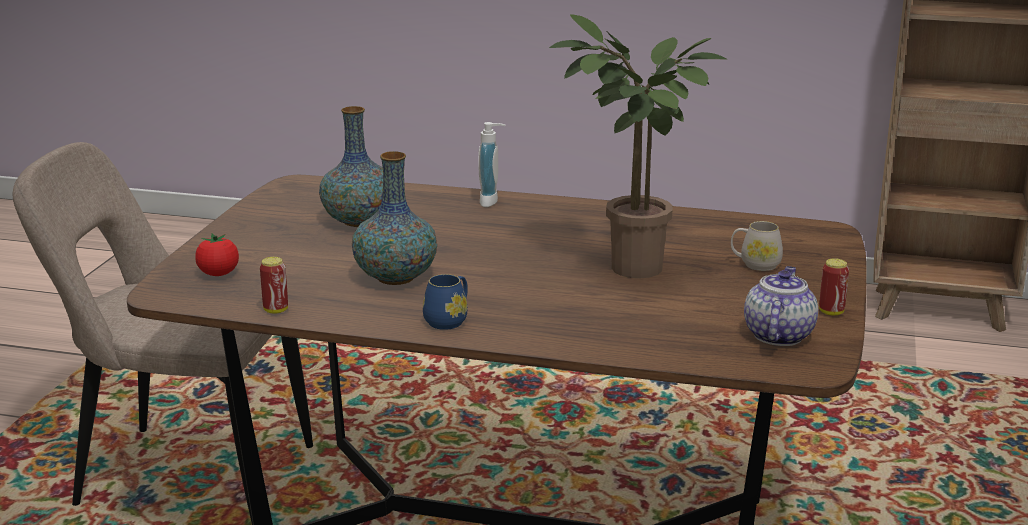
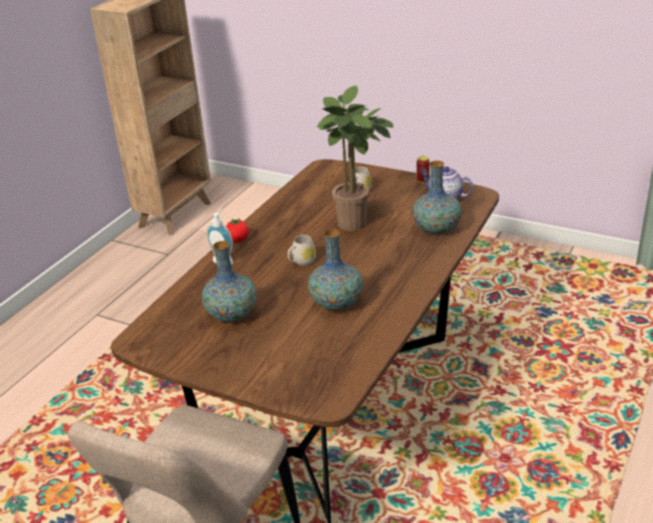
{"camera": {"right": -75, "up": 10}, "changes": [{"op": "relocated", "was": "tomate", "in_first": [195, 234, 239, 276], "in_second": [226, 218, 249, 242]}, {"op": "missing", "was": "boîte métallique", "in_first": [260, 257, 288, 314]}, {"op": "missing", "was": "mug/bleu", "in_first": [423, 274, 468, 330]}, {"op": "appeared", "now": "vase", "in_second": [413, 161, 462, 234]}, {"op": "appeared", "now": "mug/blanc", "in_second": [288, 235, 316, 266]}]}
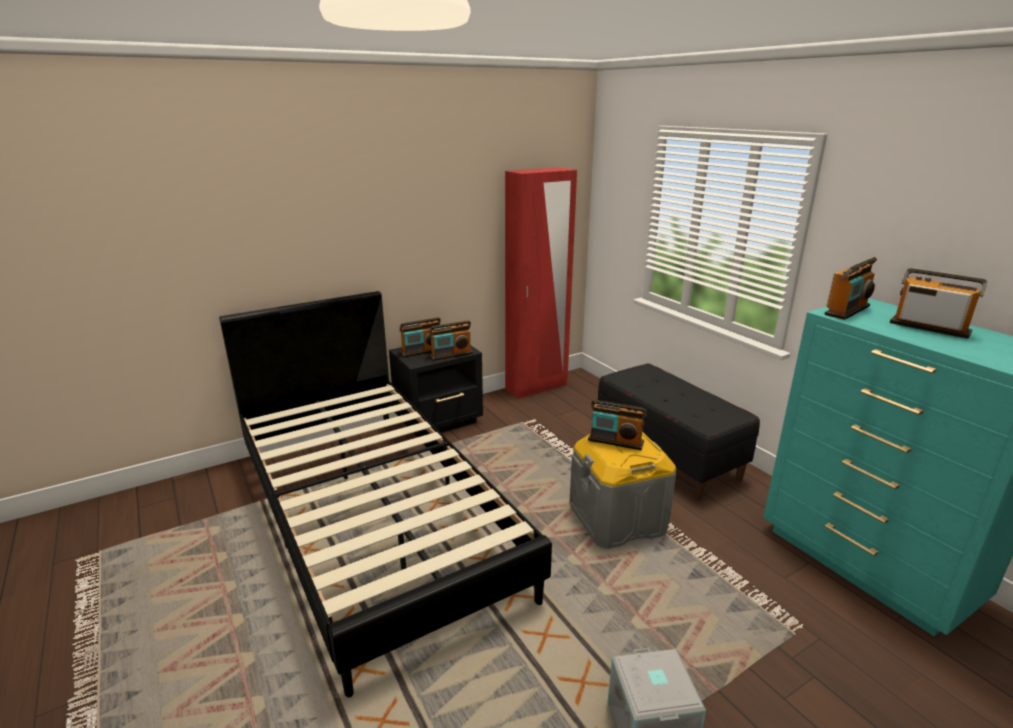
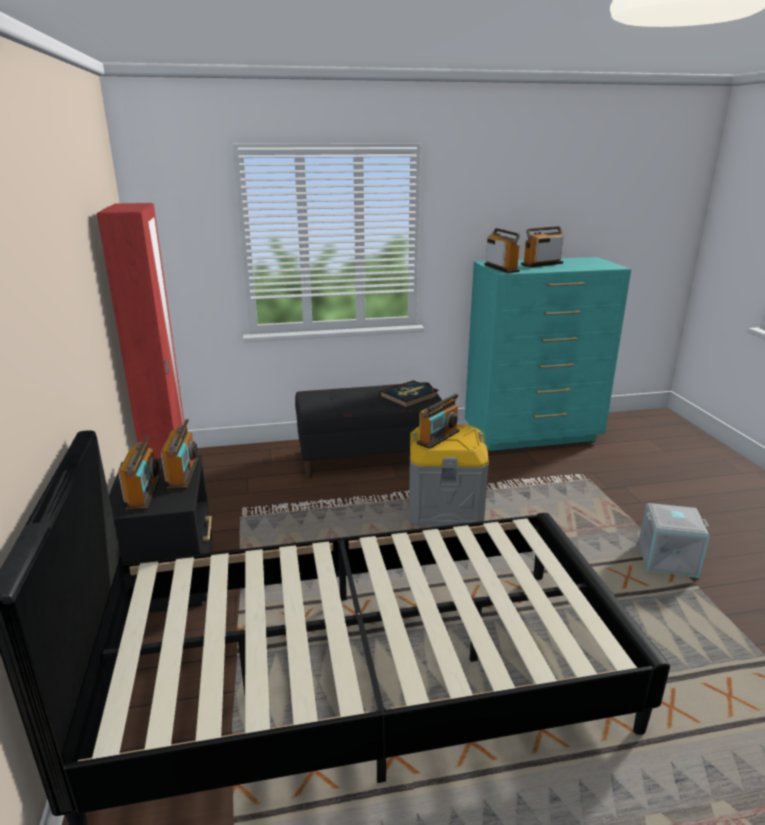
{"camera": {"right": -70, "up": 0}, "changes": [{"op": "appeared", "now": "livre", "in_second": [379, 380, 439, 408]}]}
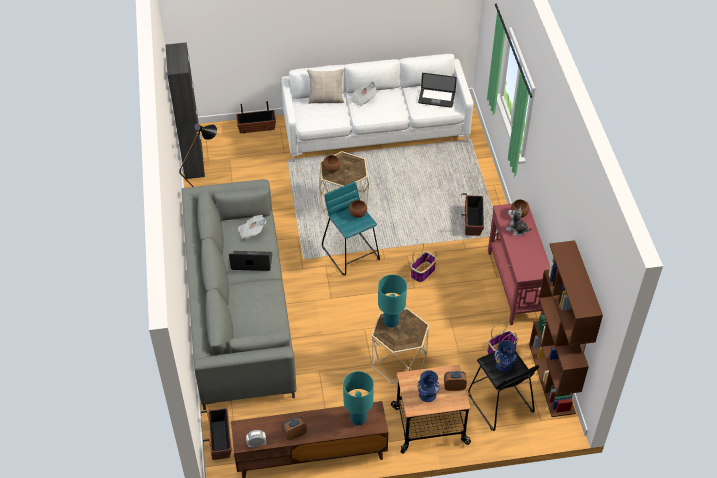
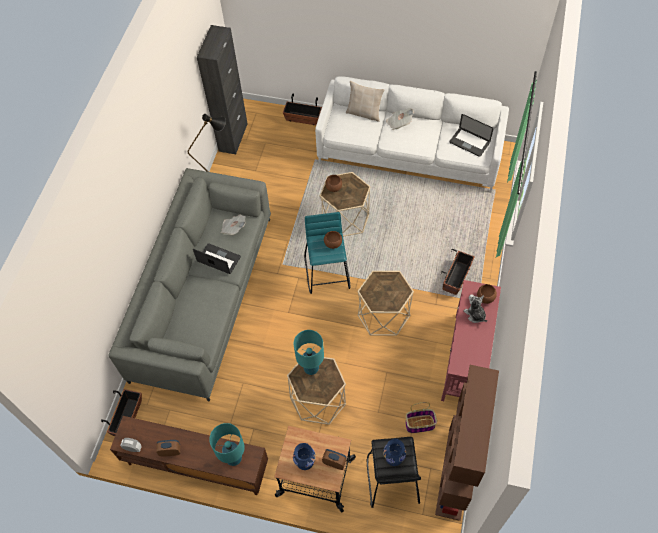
{"camera": {"right": 25, "up": 10}, "changes": [{"op": "exchanged", "was": "panier", "now": "table d'appoint/beige", "in_first": [410, 243, 437, 282], "in_second": [357, 271, 414, 336]}]}
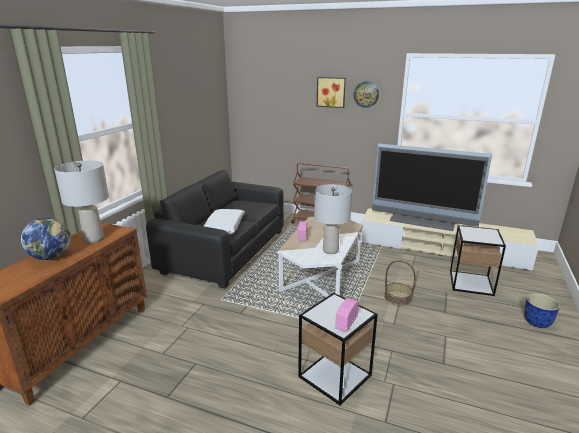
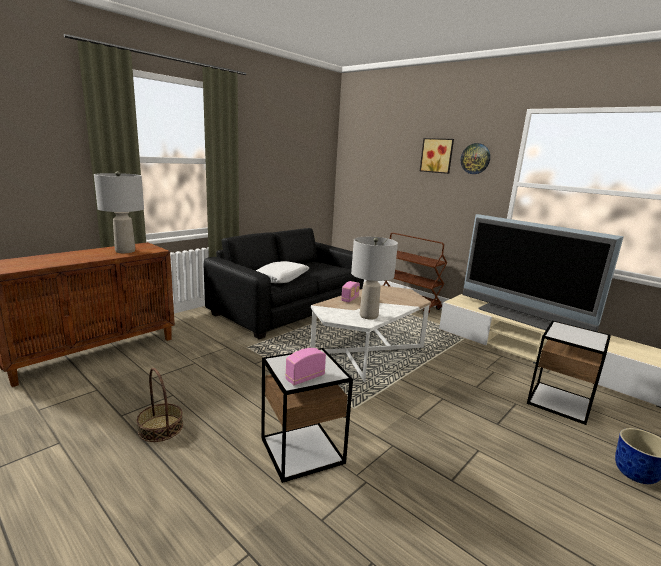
{"camera": {"right": 20, "up": -5}, "changes": [{"op": "missing", "was": "globe", "in_first": [21, 218, 71, 260]}, {"op": "relocated", "was": "panier", "in_first": [384, 260, 416, 306], "in_second": [137, 368, 183, 442]}]}
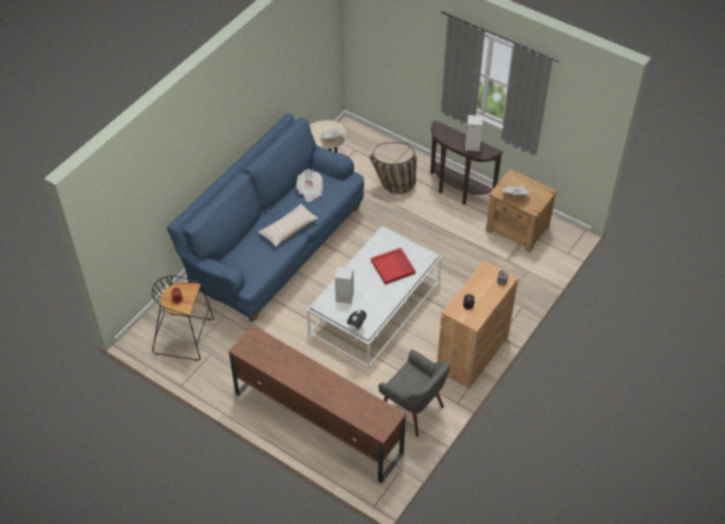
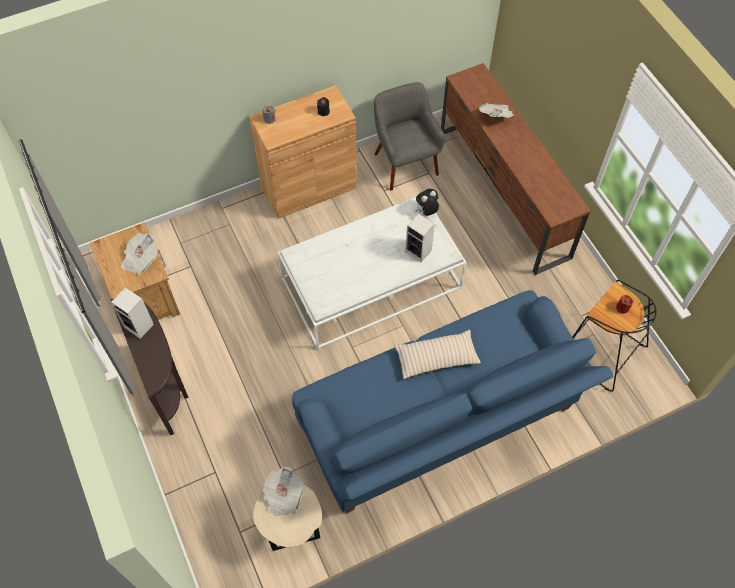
{"camera": {"right": -150, "up": 10}, "changes": [{"op": "missing", "was": "panier", "in_first": [369, 142, 417, 195]}, {"op": "relocated", "was": "journal", "in_first": [296, 169, 323, 202], "in_second": [479, 103, 514, 118]}, {"op": "missing", "was": "plateau/rouge", "in_first": [371, 248, 416, 285]}]}
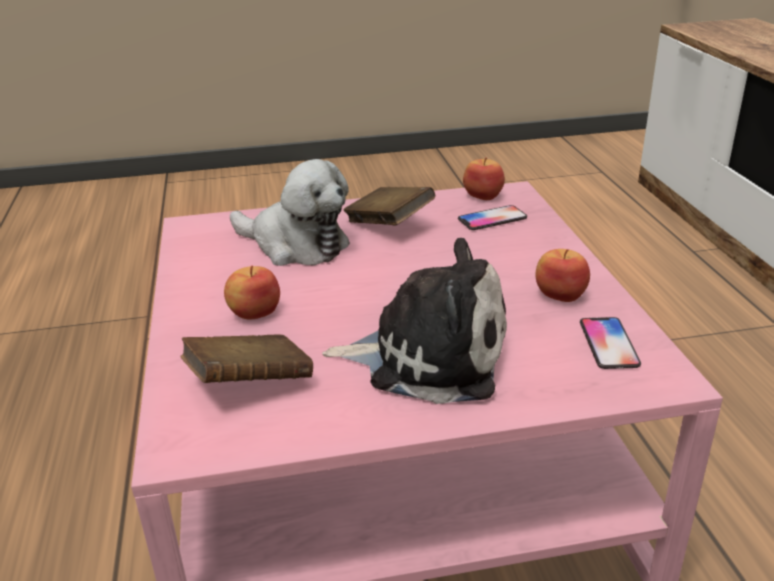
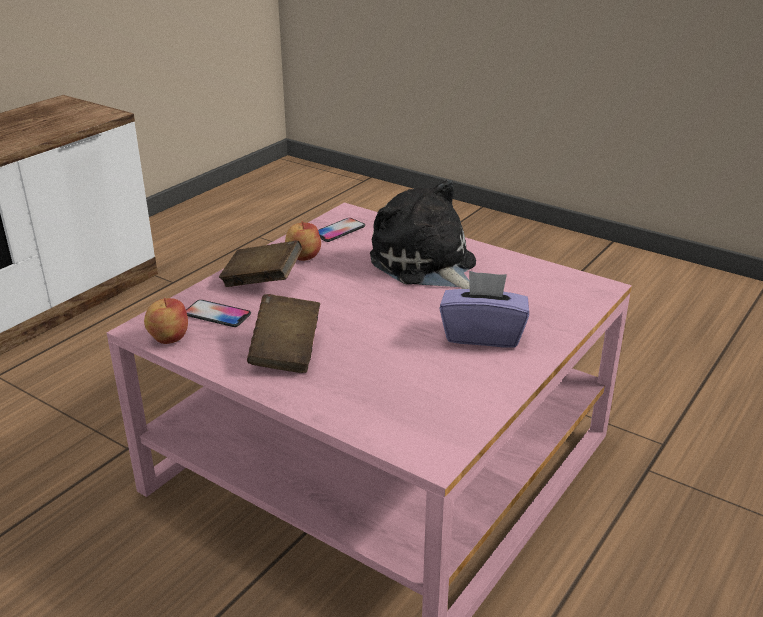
{"camera": {"right": -135, "up": 0}, "changes": [{"op": "missing", "was": "peluche", "in_first": [230, 159, 350, 266]}, {"op": "exchanged", "was": "pomme", "now": "boîte à mouchoirs/violet", "in_first": [224, 265, 280, 320], "in_second": [440, 271, 529, 348]}, {"op": "relocated", "was": "livre/marron", "in_first": [180, 334, 313, 383], "in_second": [219, 240, 302, 287]}]}
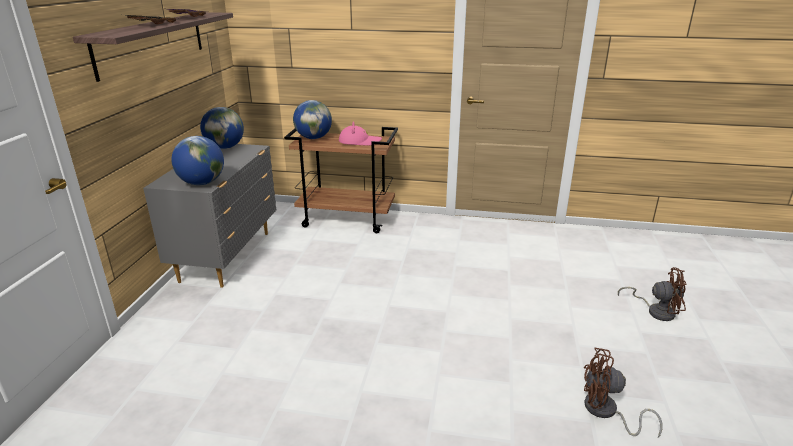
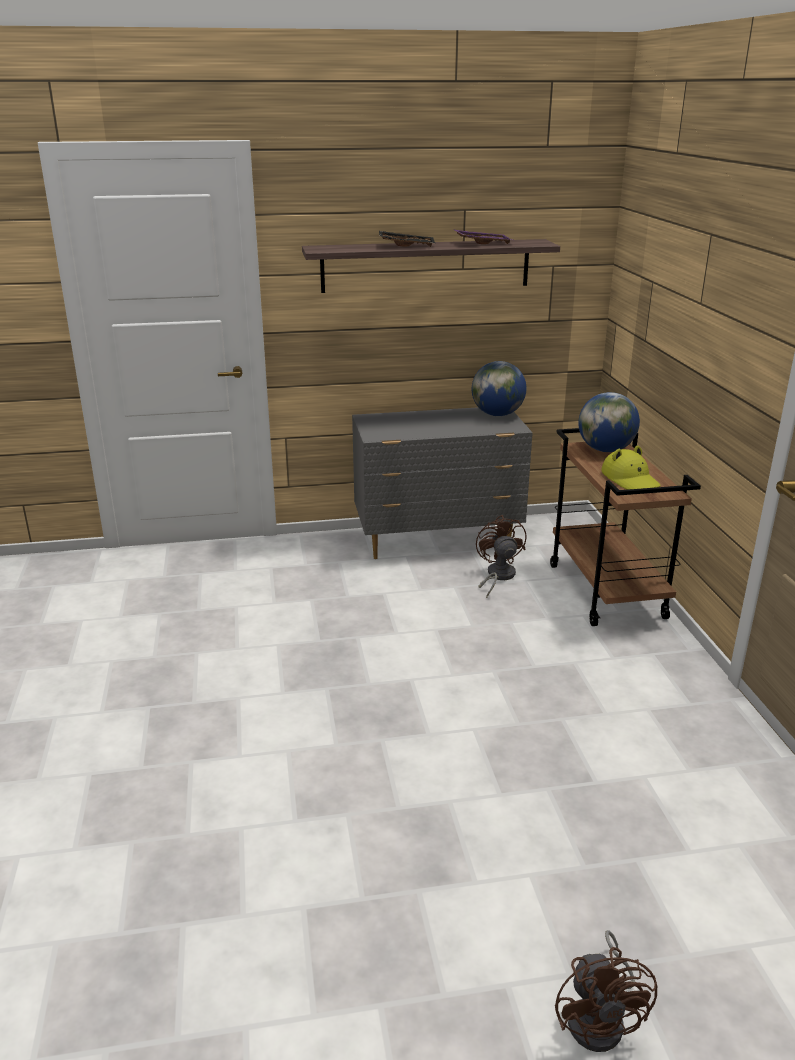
{"camera": {"right": 70, "up": 0}, "changes": [{"op": "colour", "was": "chapeau/rose", "now": "chapeau/jaune", "in_first": [339, 121, 382, 146], "in_second": [601, 445, 661, 490]}, {"op": "missing", "was": "globe", "in_first": [172, 136, 224, 185]}, {"op": "relocated", "was": "ventilateur/marron", "in_first": [584, 348, 662, 437], "in_second": [476, 515, 527, 598]}]}
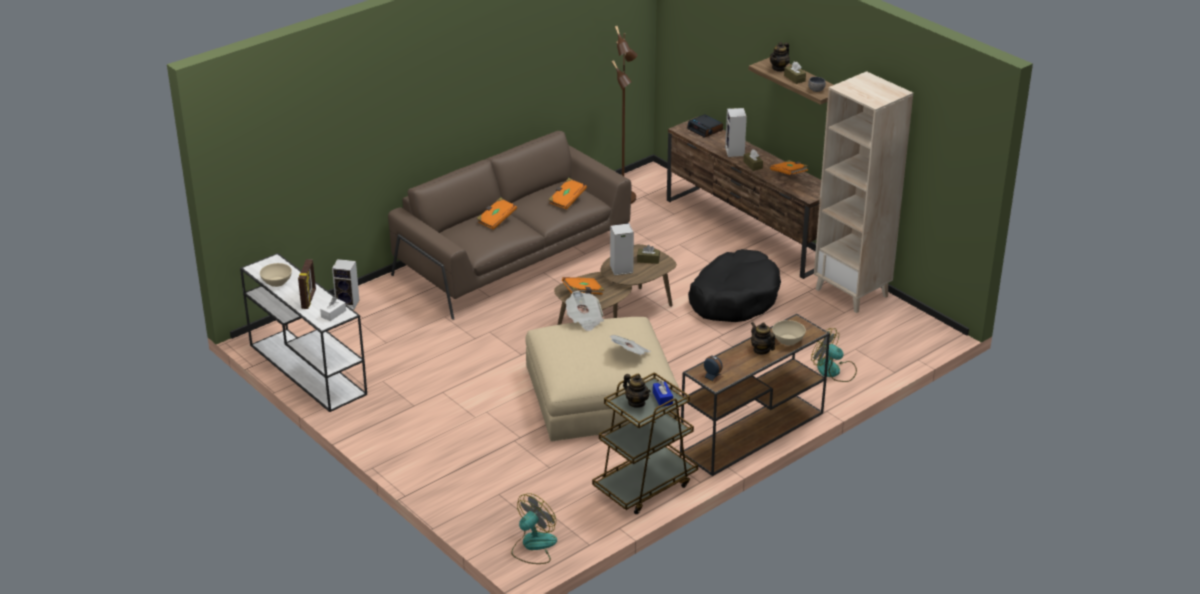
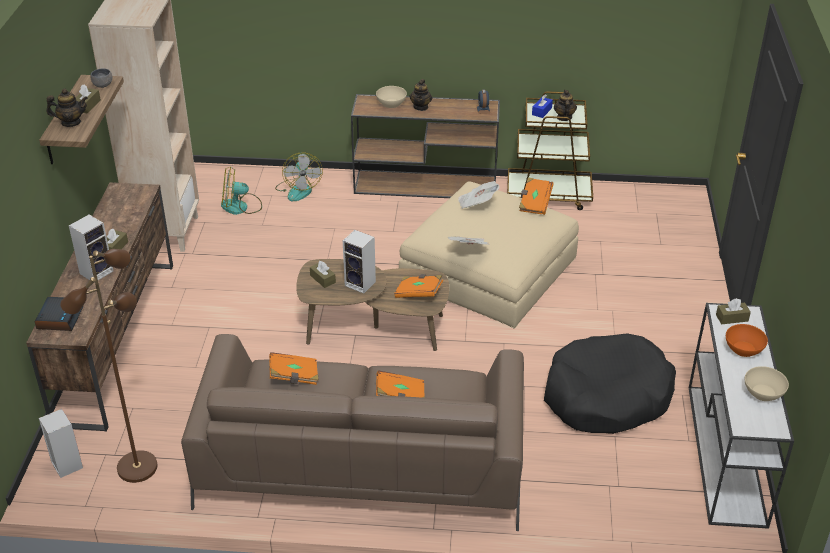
{"camera": {"right": -135, "up": 5}, "changes": [{"op": "relocated", "was": "livre/orange", "in_first": [770, 160, 808, 175], "in_second": [519, 177, 554, 215]}, {"op": "relocated", "was": "panier pour chien/noir", "in_first": [688, 249, 781, 322], "in_second": [544, 333, 676, 434]}, {"op": "exchanged", "was": "cadre photo", "now": "bol/orange", "in_first": [298, 259, 316, 309], "in_second": [726, 324, 768, 357]}, {"op": "relocated", "was": "enceinte", "in_first": [332, 259, 359, 310], "in_second": [39, 409, 83, 478]}, {"op": "colour", "was": "boîte à mouchoirs/blanc", "now": "boîte à mouchoirs/marron", "in_first": [320, 297, 346, 321], "in_second": [716, 298, 751, 324]}, {"op": "relocated", "was": "ventilateur", "in_first": [511, 493, 557, 564], "in_second": [221, 166, 262, 215]}]}
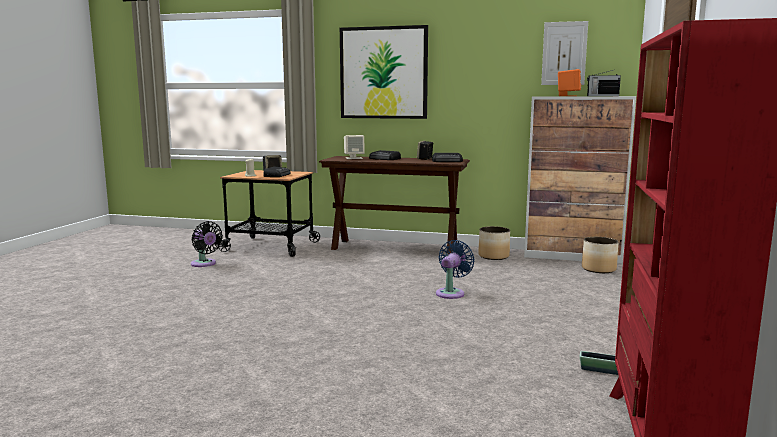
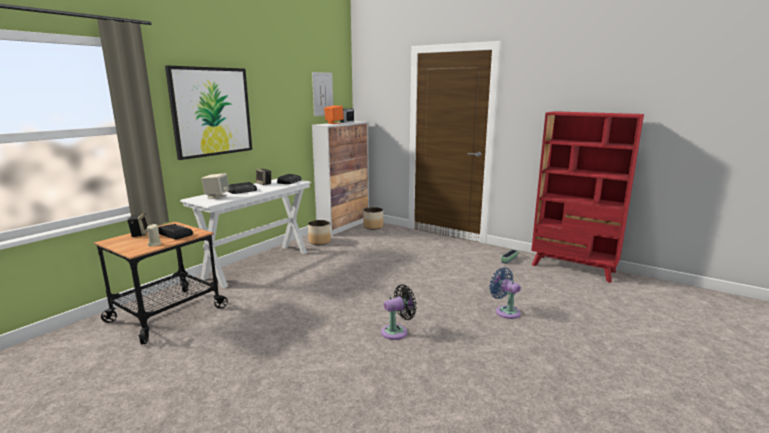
{"camera": {"right": -70, "up": 5}, "changes": [{"op": "colour", "was": "table console/marron", "now": "table console/blanc", "in_first": [319, 156, 470, 254], "in_second": [180, 179, 311, 288]}, {"op": "relocated", "was": "ventilateur/noir", "in_first": [191, 221, 223, 267], "in_second": [381, 285, 417, 340]}, {"op": "relocated", "was": "ventilateur/bleu", "in_first": [436, 240, 474, 299], "in_second": [489, 268, 521, 319]}]}
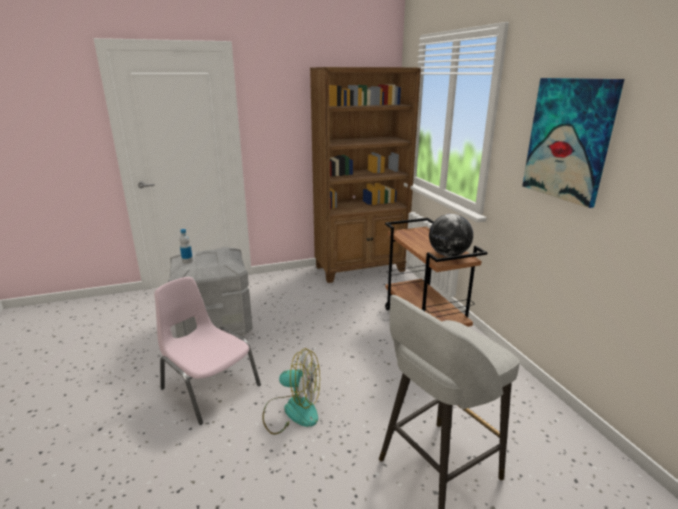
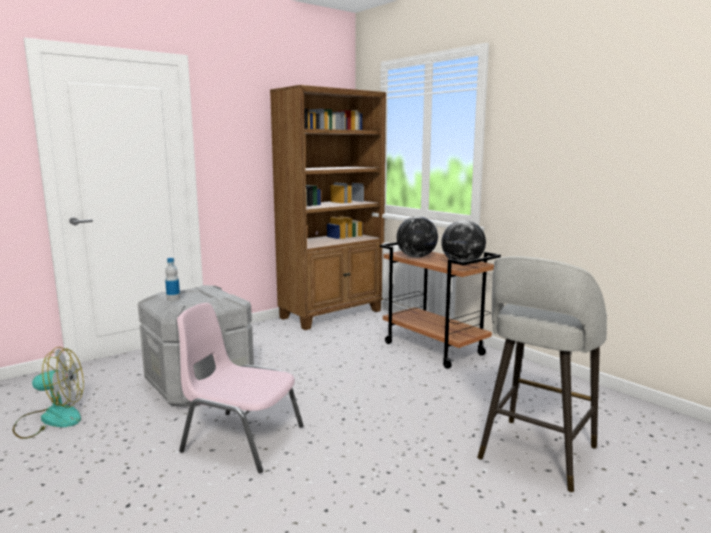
{"camera": {"right": -20, "up": -10}, "changes": [{"op": "missing", "was": "tableau", "in_first": [522, 78, 624, 208]}, {"op": "relocated", "was": "ventilateur", "in_first": [262, 348, 320, 435], "in_second": [12, 347, 84, 439]}, {"op": "appeared", "now": "globe", "in_second": [396, 216, 438, 258]}]}
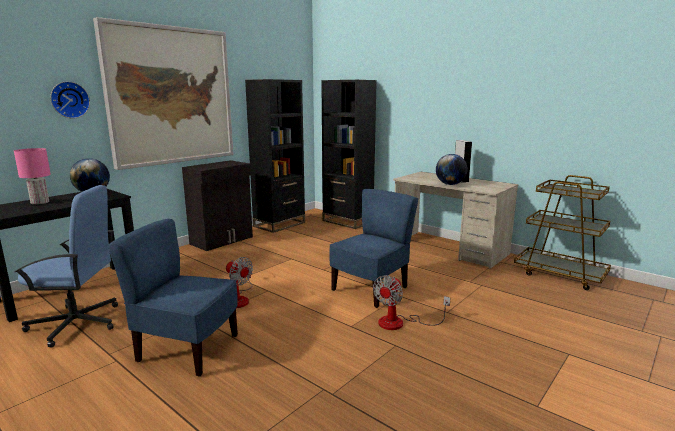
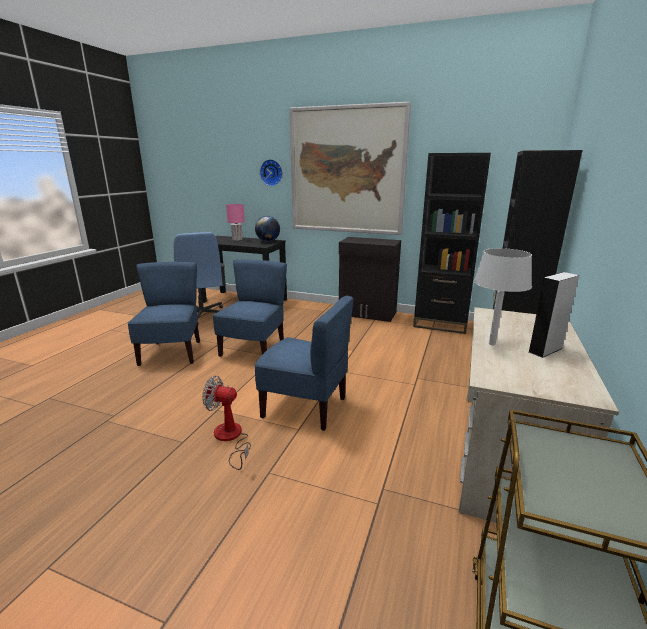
{"camera": {"right": 70, "up": 5}, "changes": [{"op": "exchanged", "was": "globe", "now": "lampe de table/gris", "in_first": [436, 154, 468, 185], "in_second": [474, 248, 532, 345]}, {"op": "exchanged", "was": "ventilateur", "now": "chaise/bleu", "in_first": [226, 257, 253, 308], "in_second": [213, 259, 287, 357]}]}
